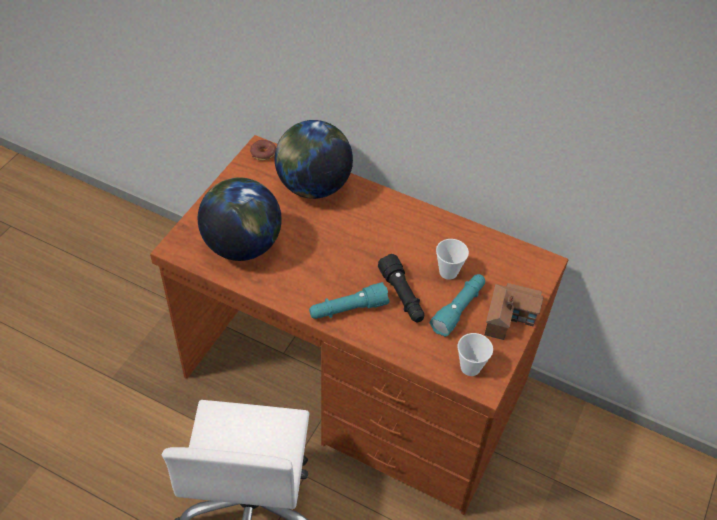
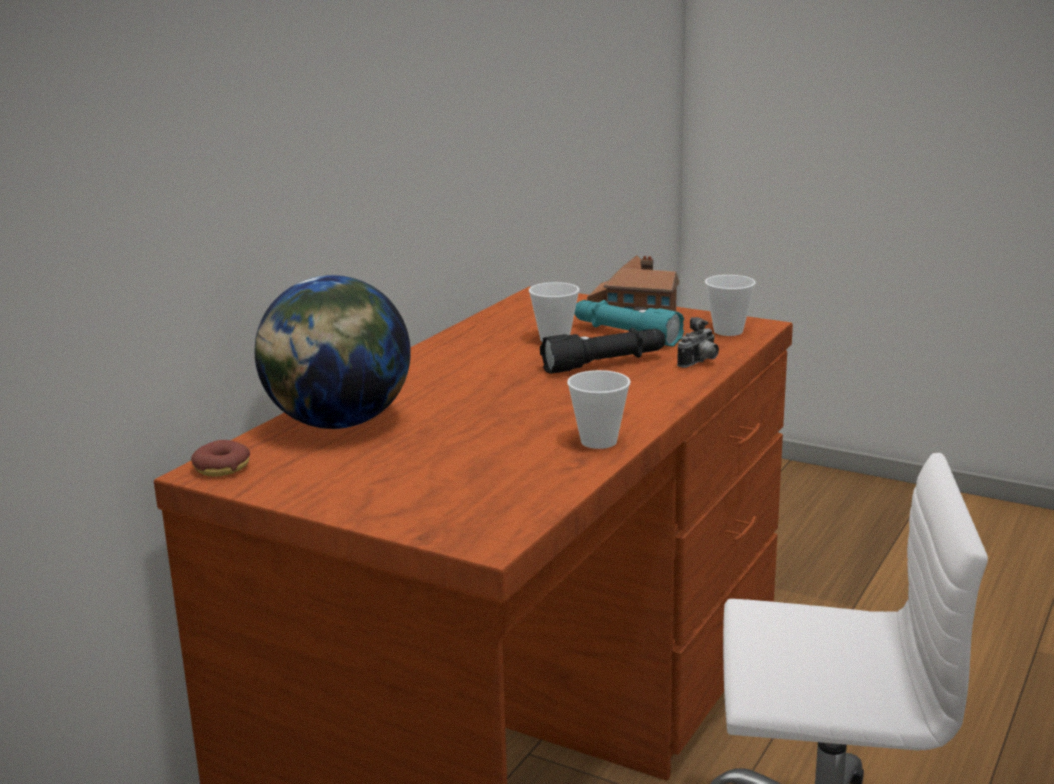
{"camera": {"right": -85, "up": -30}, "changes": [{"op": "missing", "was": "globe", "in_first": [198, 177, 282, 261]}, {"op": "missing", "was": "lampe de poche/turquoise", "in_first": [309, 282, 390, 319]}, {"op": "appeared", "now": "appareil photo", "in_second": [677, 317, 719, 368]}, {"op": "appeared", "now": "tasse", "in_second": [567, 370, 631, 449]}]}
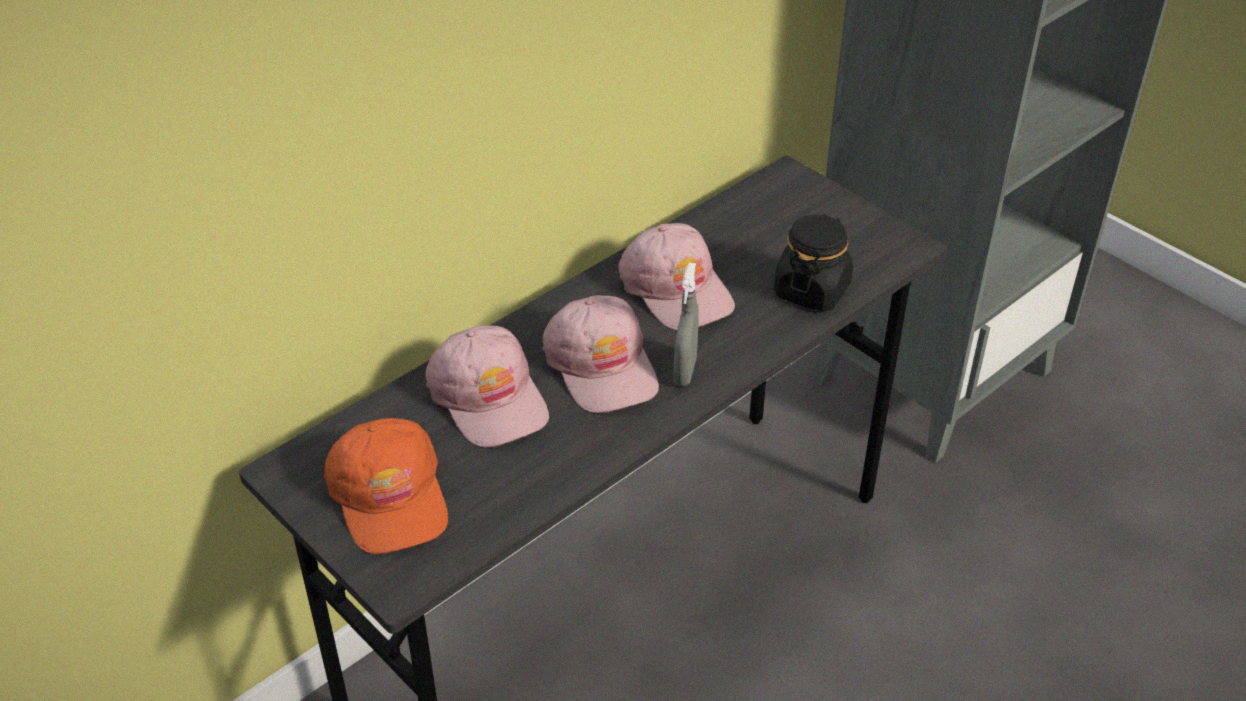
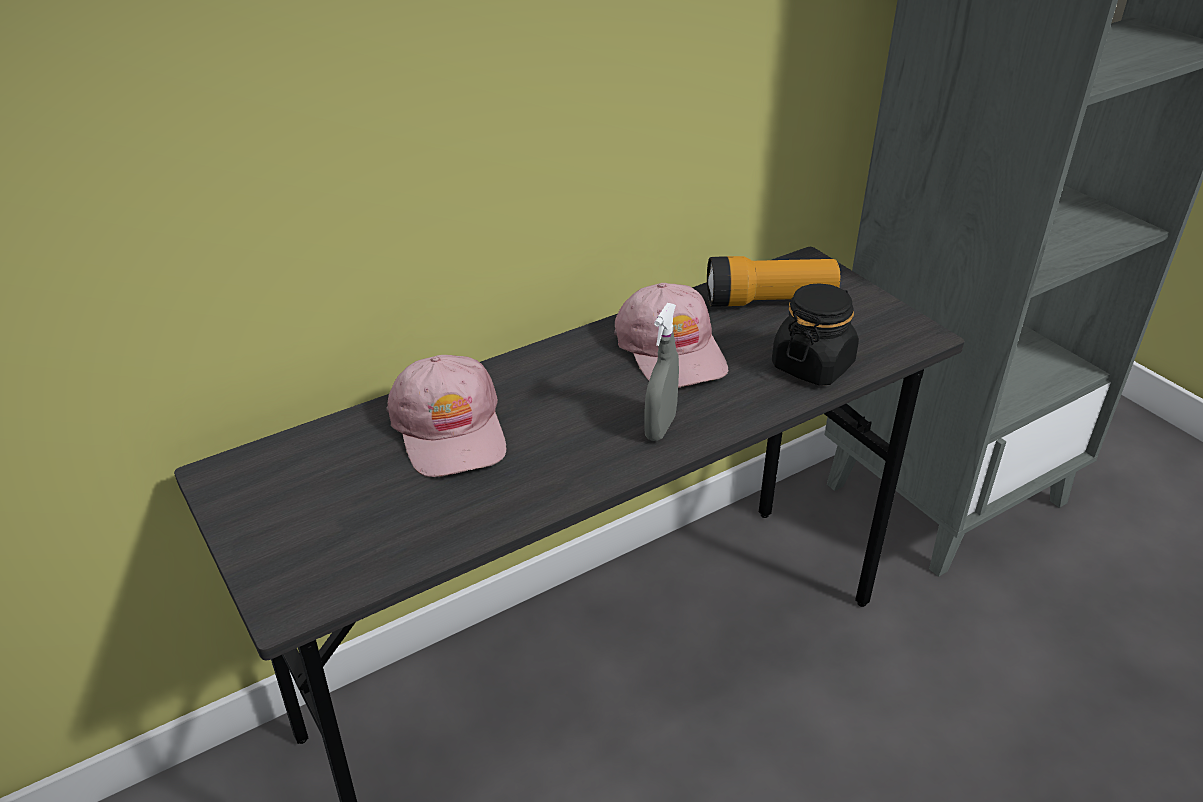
{"camera": {"right": 10, "up": -5}, "changes": [{"op": "missing", "was": "casquette/rose", "in_first": [542, 295, 659, 413]}, {"op": "missing", "was": "casquette/orange", "in_first": [324, 418, 448, 554]}, {"op": "appeared", "now": "lampe de poche", "in_second": [707, 256, 840, 306]}]}
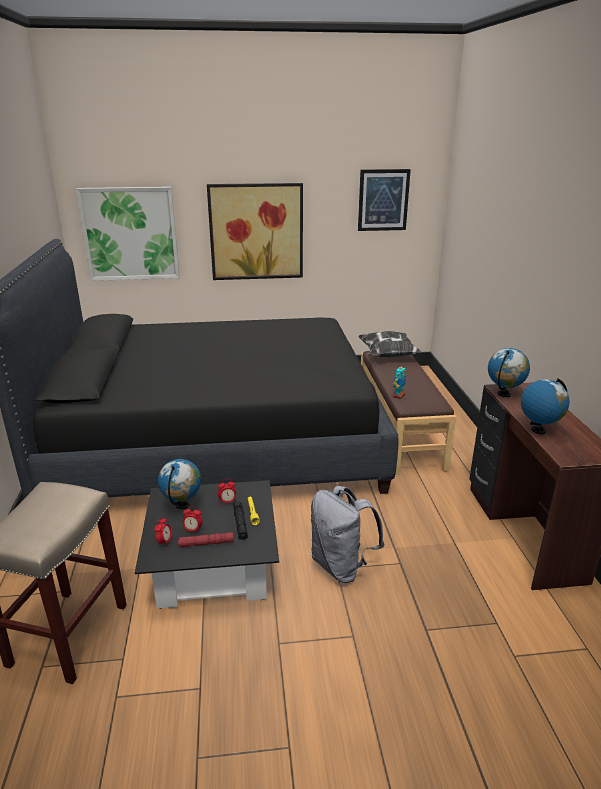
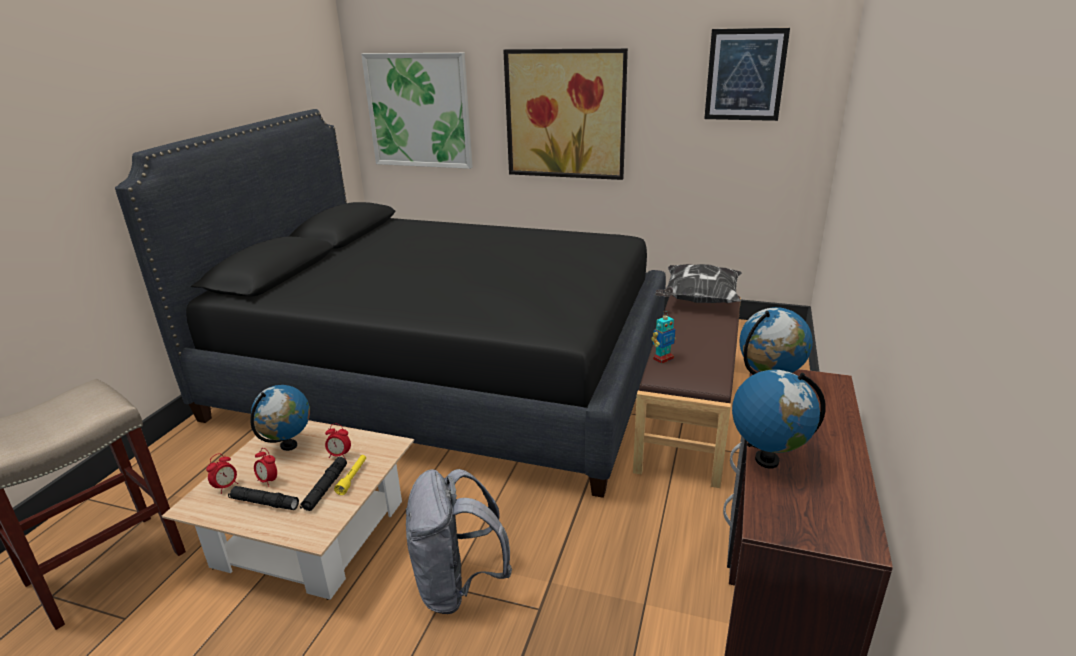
{"camera": {"right": 25, "up": 0}, "changes": [{"op": "colour", "was": "table basse/noir", "now": "table basse/beige", "in_first": [135, 480, 279, 609], "in_second": [162, 420, 414, 600]}, {"op": "colour", "was": "lampe de poche/rouge", "now": "lampe de poche/noir", "in_first": [178, 532, 233, 547], "in_second": [228, 486, 299, 510]}]}
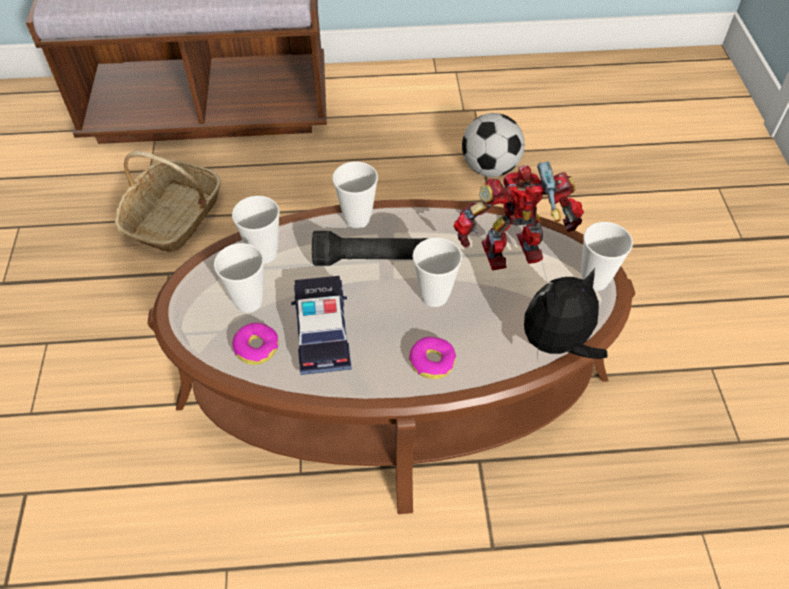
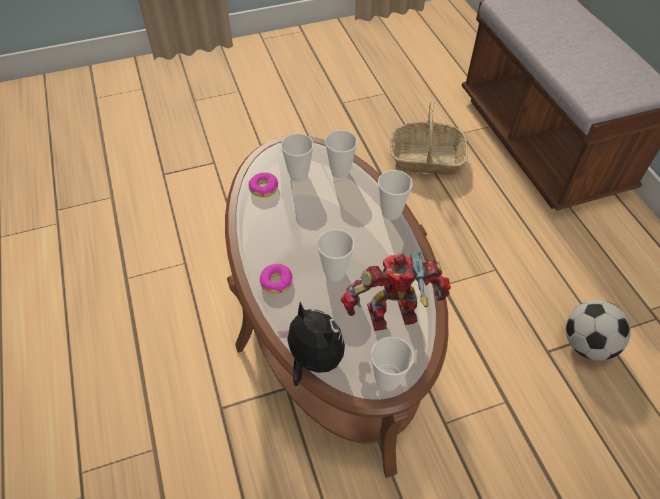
{"camera": {"right": 75, "up": 0}, "changes": [{"op": "spun", "was": "robot jouet", "in_first": [454, 161, 584, 270], "in_second": [341, 252, 451, 331], "clockwise": -75}, {"op": "missing", "was": "lampe de poche/noir", "in_first": [312, 231, 428, 266]}, {"op": "missing", "was": "petite voiture", "in_first": [291, 276, 352, 375]}]}
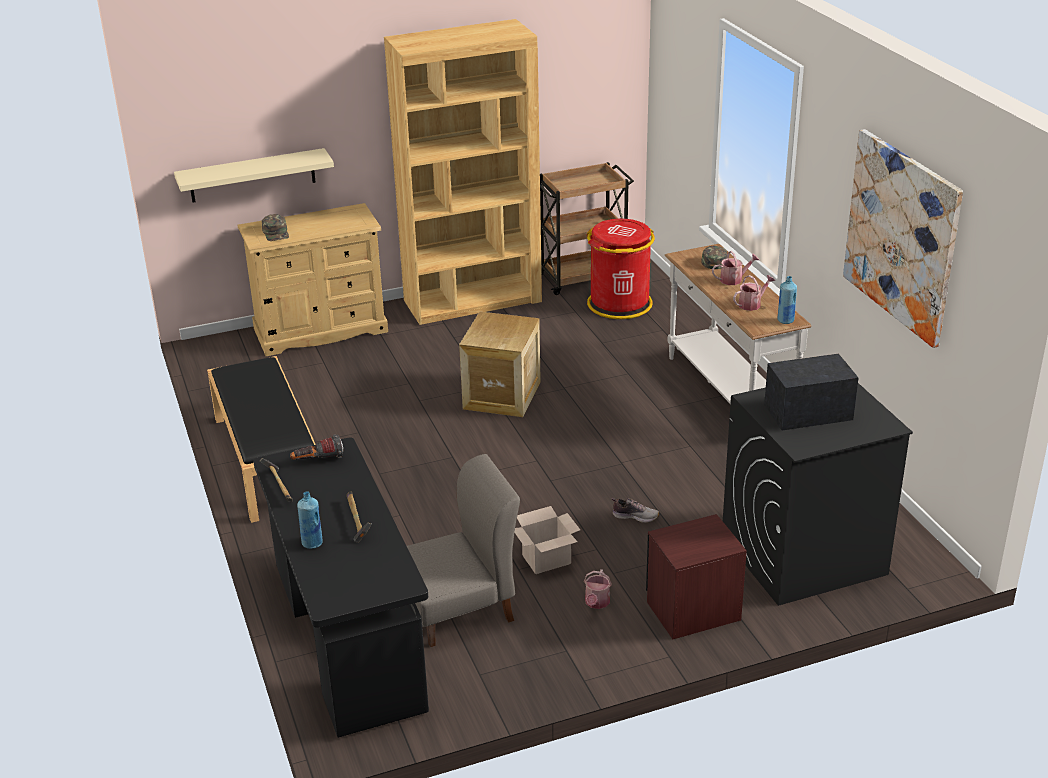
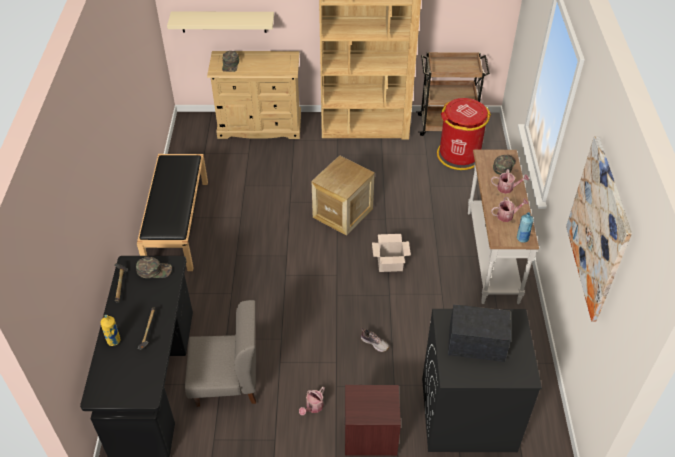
{"camera": {"right": 20, "up": 15}, "changes": [{"op": "exchanged", "was": "lampe de poche", "now": "casquette/vert", "in_first": [290, 434, 343, 460], "in_second": [136, 257, 172, 278]}, {"op": "colour", "was": "bouteille/bleu", "now": "bouteille/jaune", "in_first": [297, 491, 322, 549], "in_second": [101, 315, 120, 346]}, {"op": "relocated", "was": "carton", "in_first": [515, 506, 580, 574], "in_second": [372, 234, 411, 272]}]}
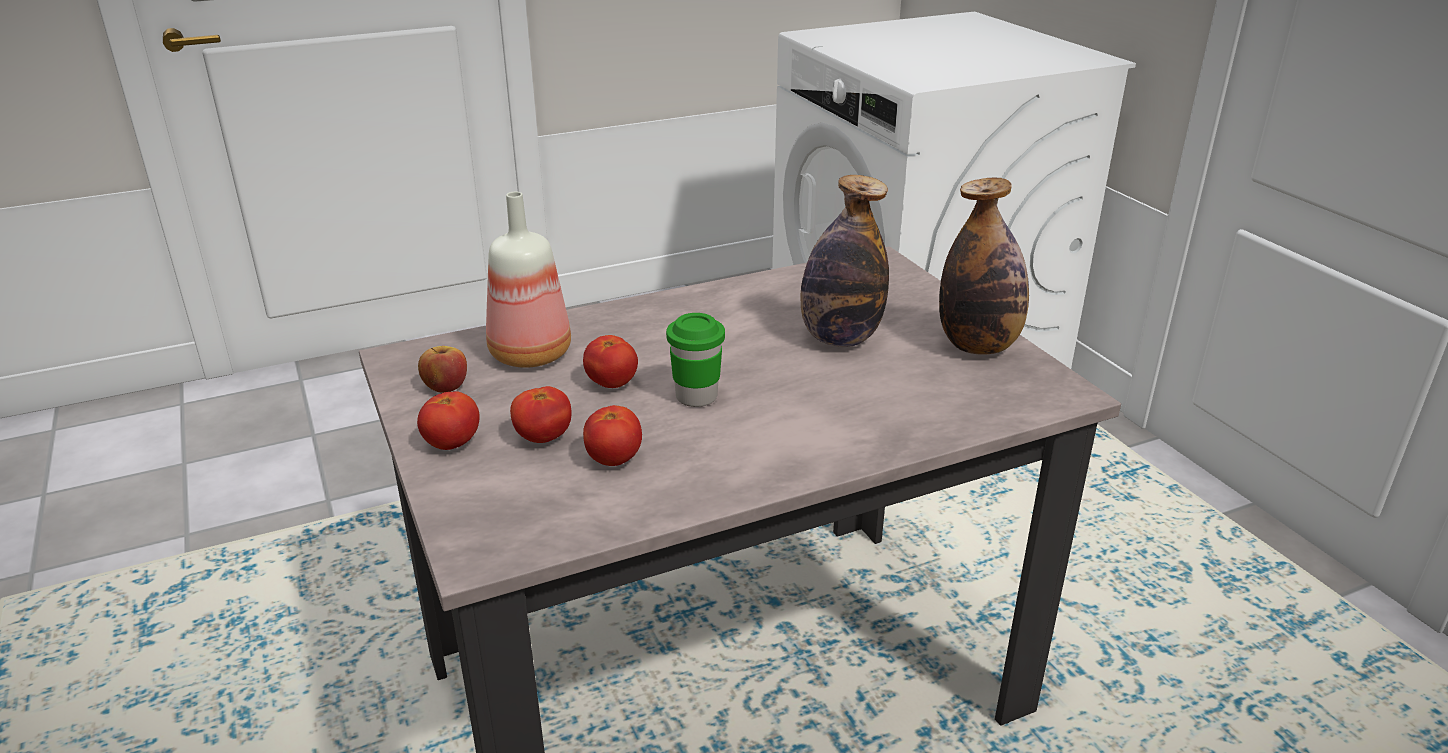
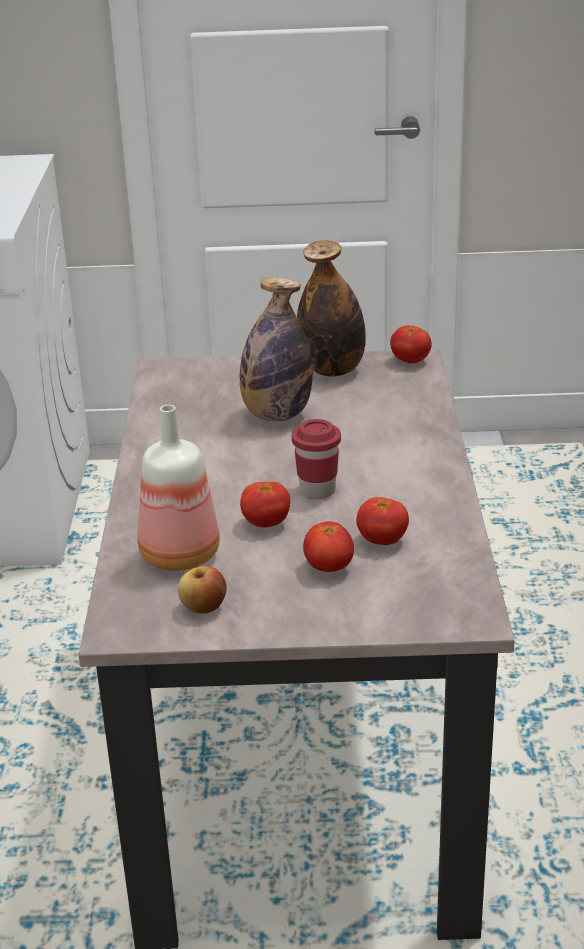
{"camera": {"right": -65, "up": 0}, "changes": [{"op": "colour", "was": "tasse/vert", "now": "tasse/rouge", "in_first": [666, 313, 725, 407], "in_second": [292, 419, 341, 499]}, {"op": "relocated", "was": "tomate", "in_first": [417, 391, 480, 450], "in_second": [390, 325, 432, 363]}]}
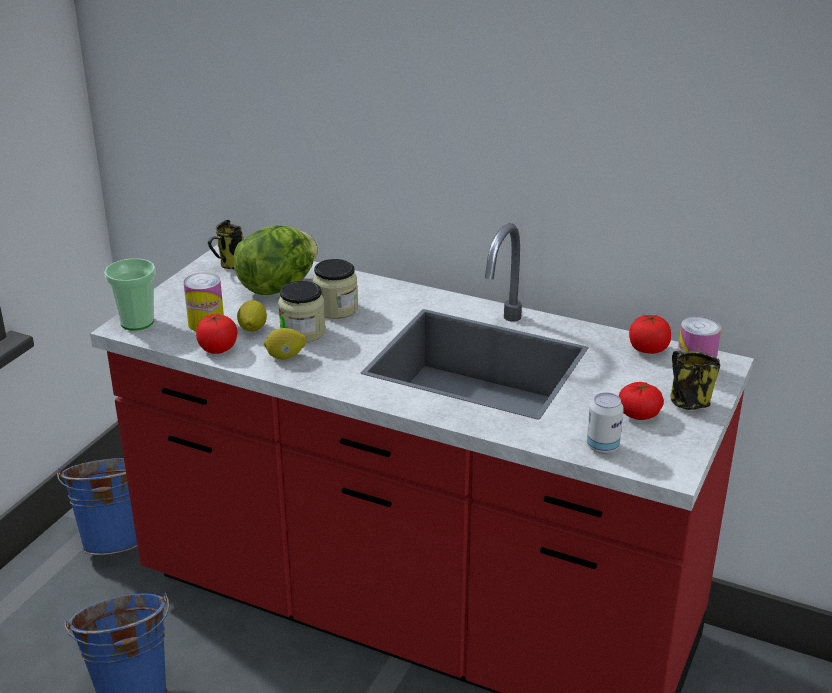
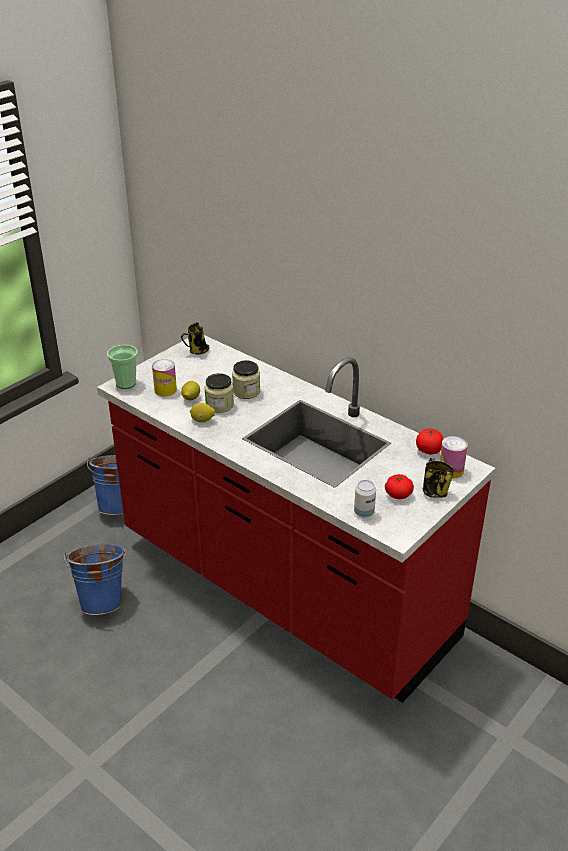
{"camera": {"right": 15, "up": 5}, "changes": [{"op": "missing", "was": "laitue", "in_first": [233, 225, 318, 295]}, {"op": "missing", "was": "tomate", "in_first": [196, 314, 237, 354]}]}
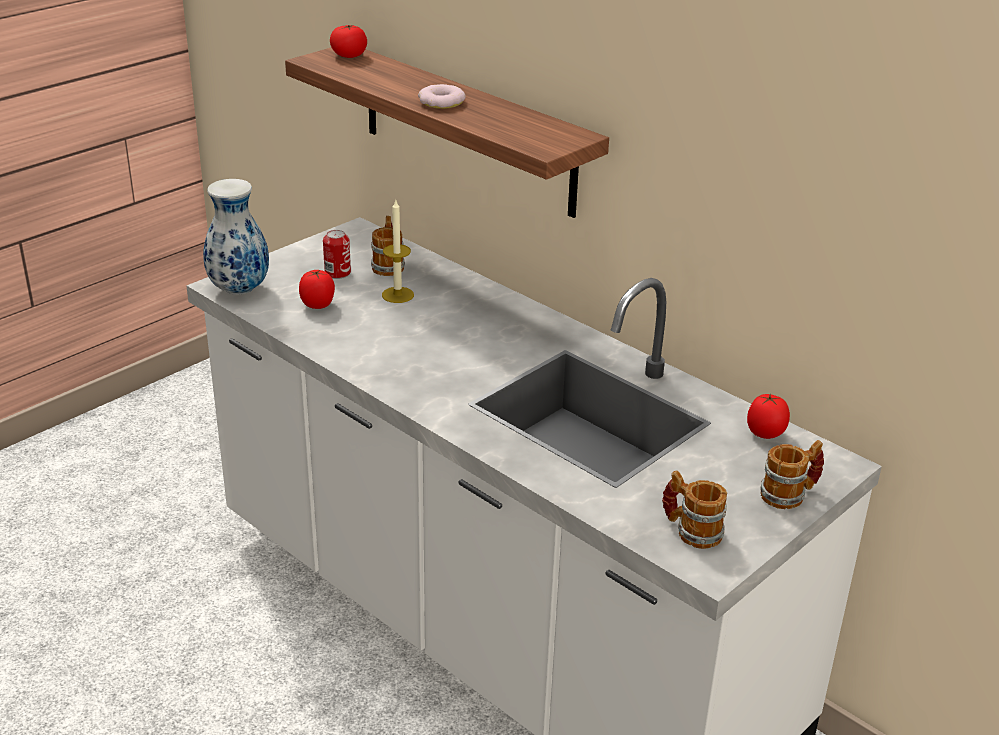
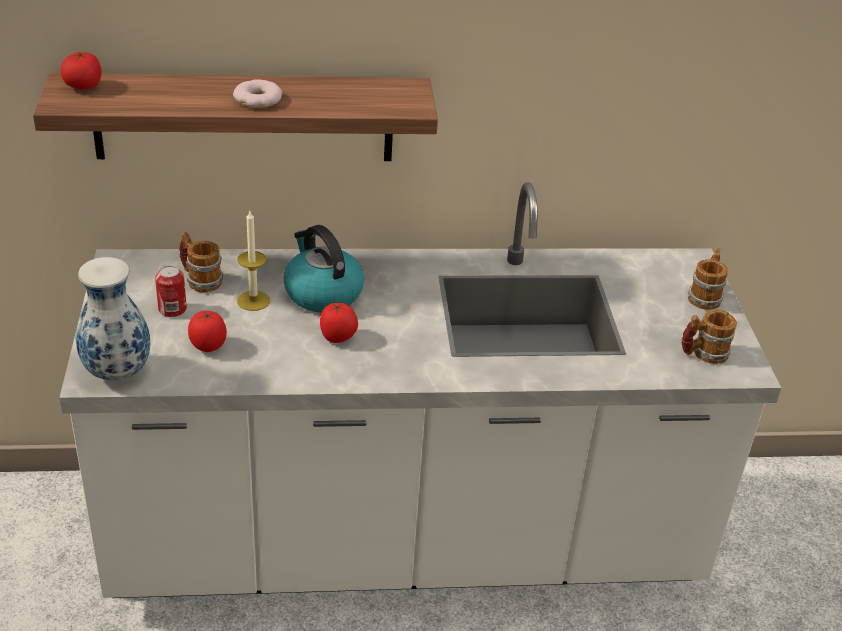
{"camera": {"right": -50, "up": 5}, "changes": [{"op": "relocated", "was": "tomate", "in_first": [747, 394, 790, 439], "in_second": [320, 303, 358, 343]}, {"op": "appeared", "now": "bouilloire", "in_second": [283, 225, 364, 313]}]}
